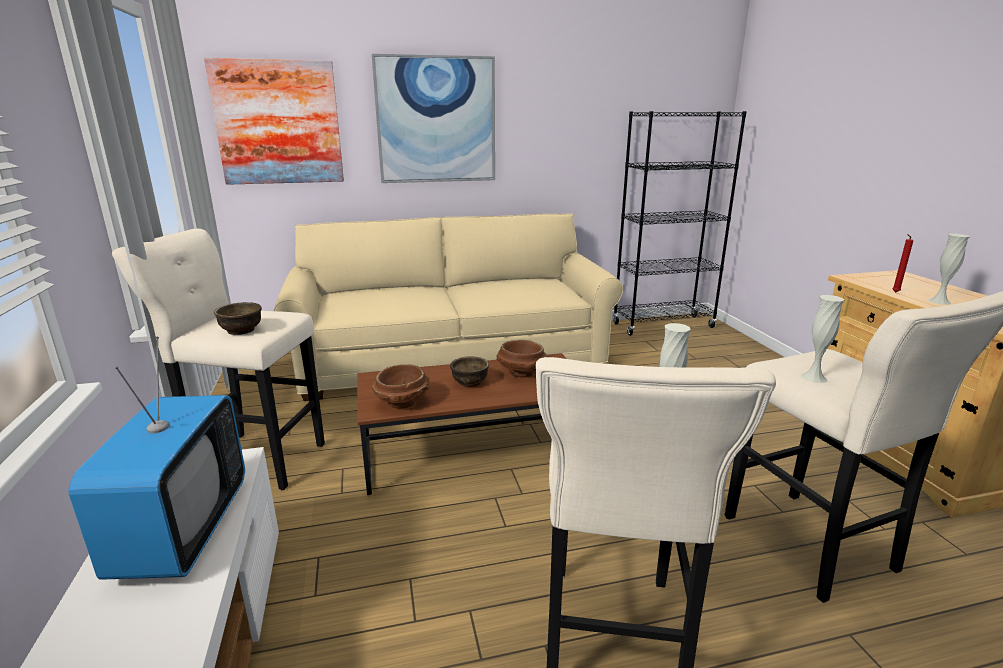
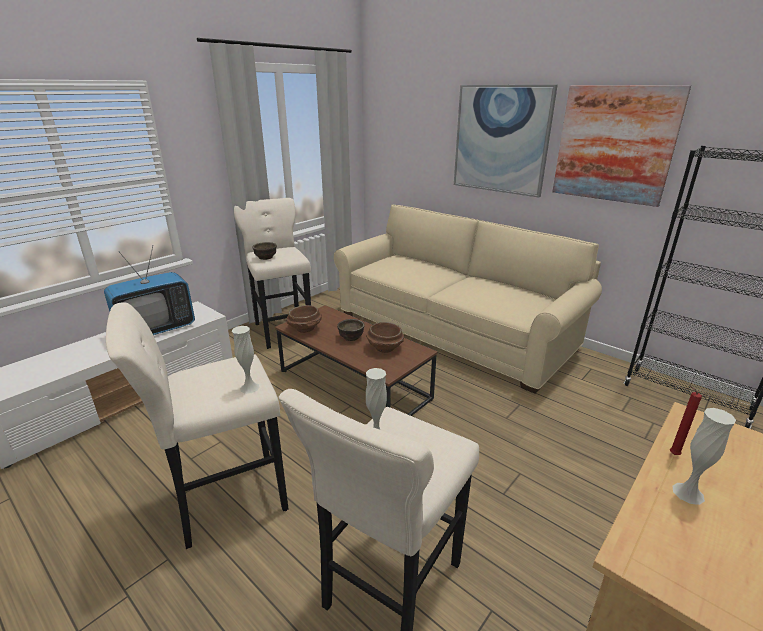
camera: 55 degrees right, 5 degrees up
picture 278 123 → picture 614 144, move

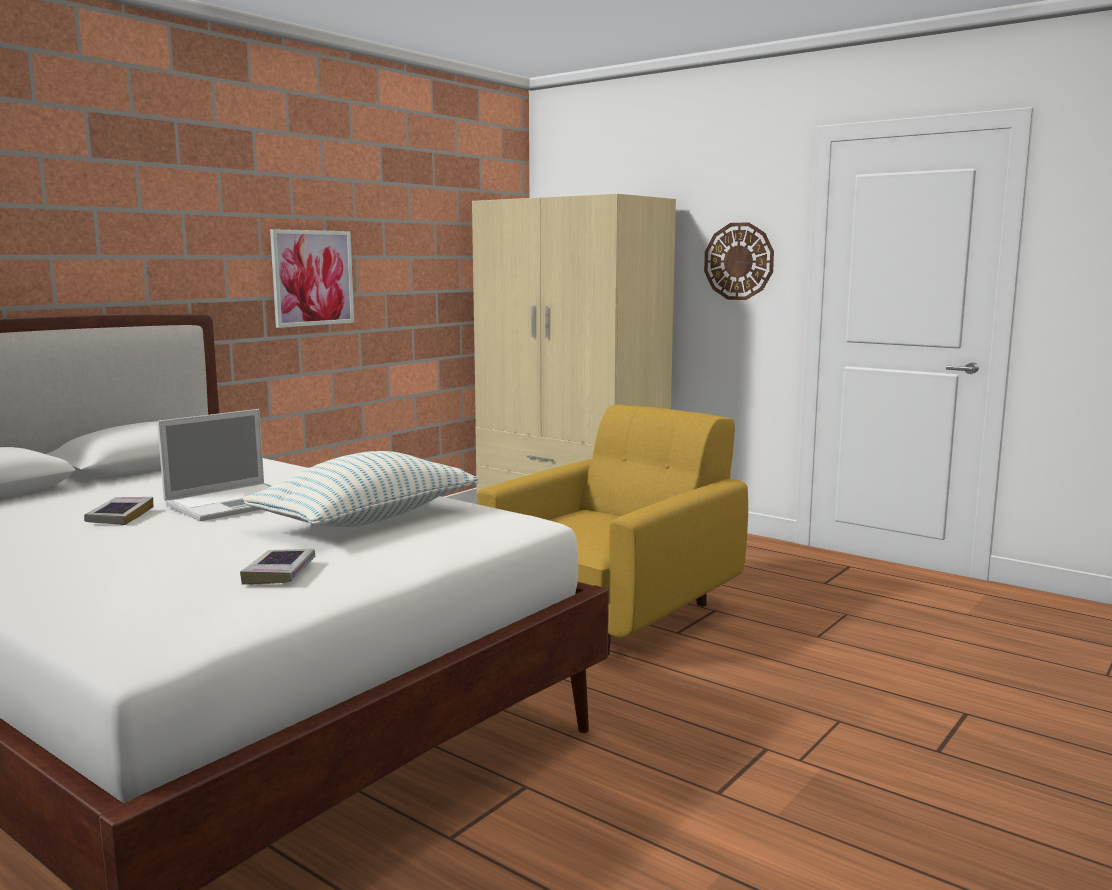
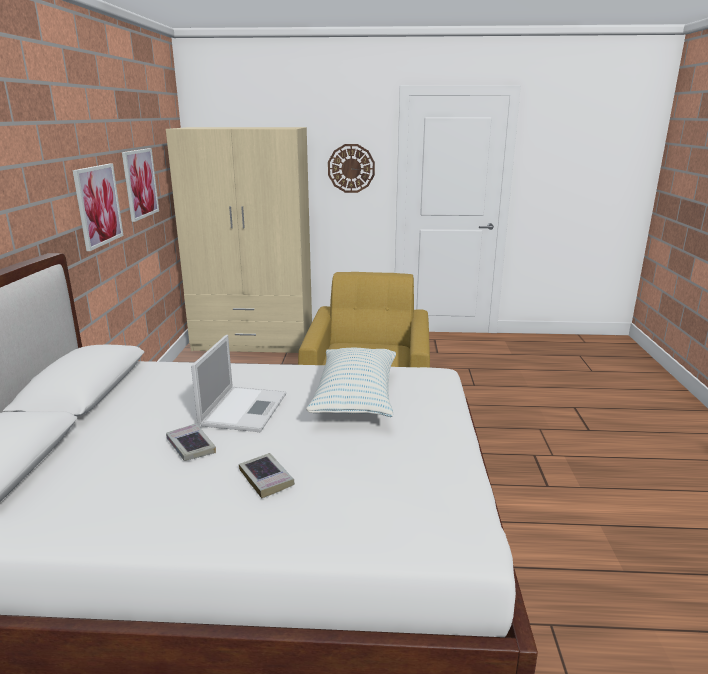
camera: 35 degrees left, 10 degrees up
- → picture 140 183
book 280 573 → book 266 479, move

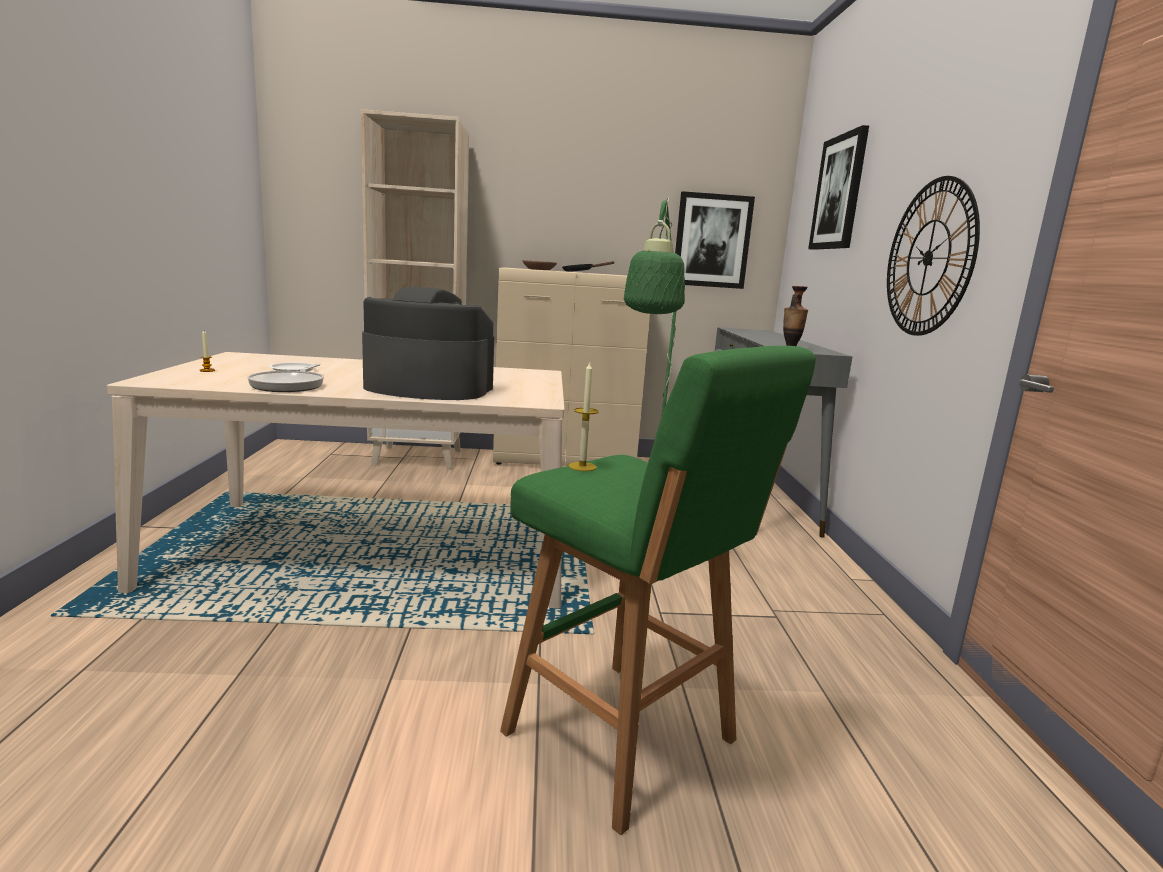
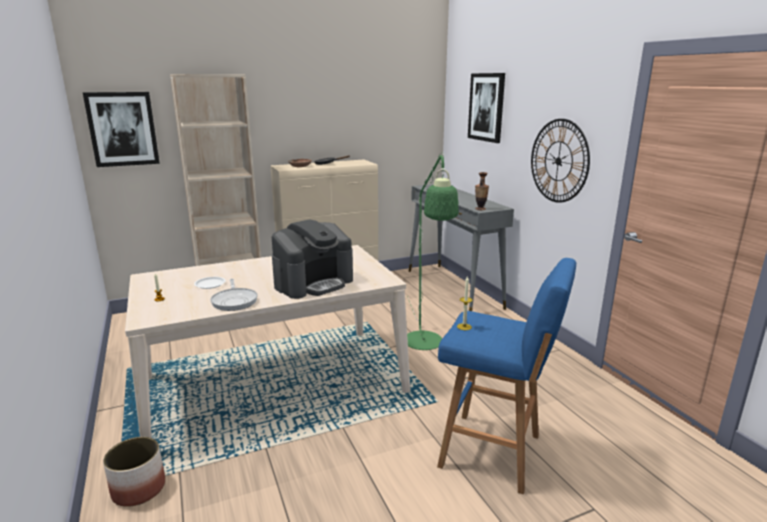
camera: 20 degrees left, 5 degrees up
picture 712 241 → picture 123 129, move
- → planter 139 488
coffee machine 427 388 → coffee machine 314 283, 150 degrees clockwise
green stool 625 741 → blue stool 494 452

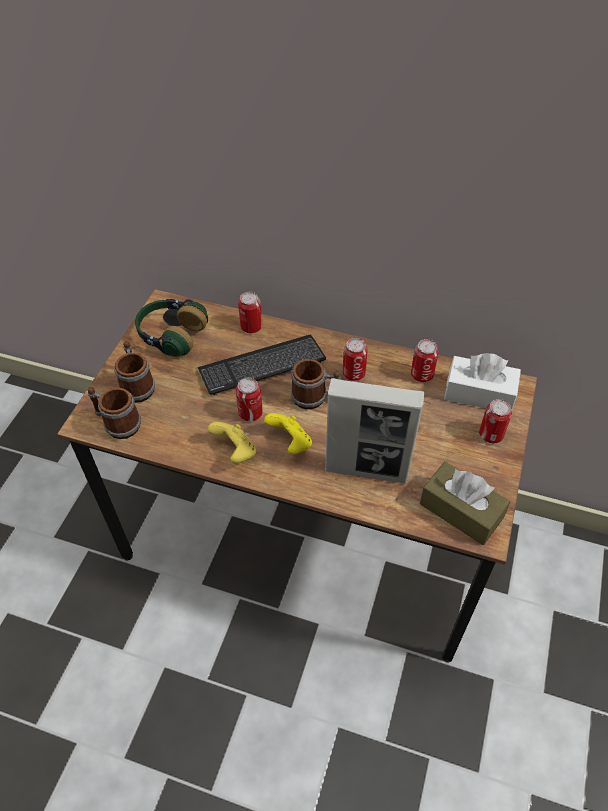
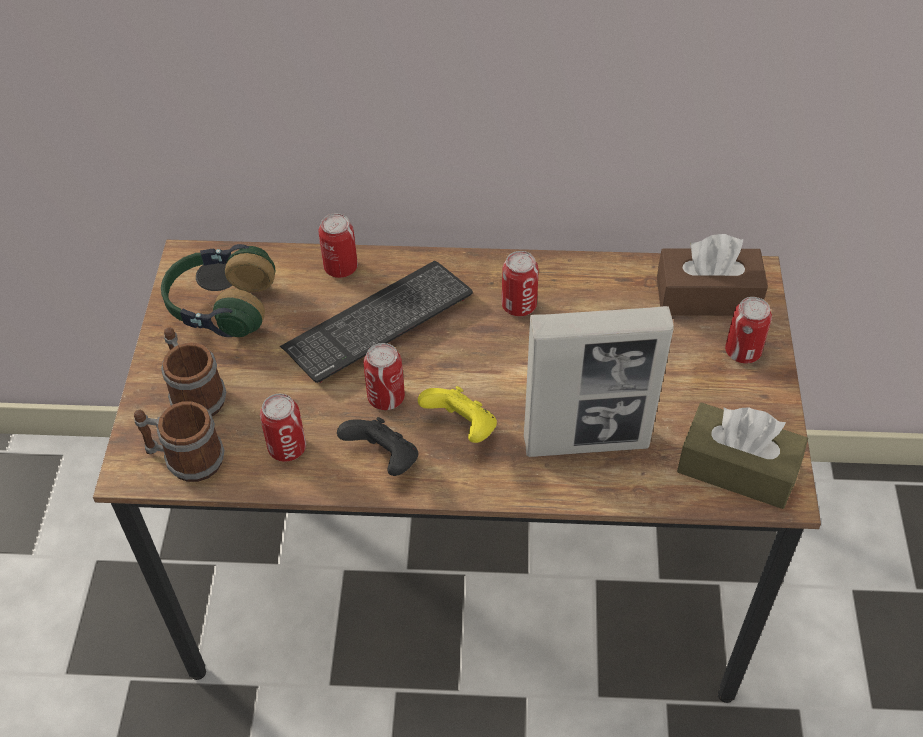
camera: 15 degrees left, 0 degrees up
can 422 375 → can 287 448, move
yellow game controller 235 451 → black game controller 383 459
white tissue box 479 393 → brown tissue box 707 296
mug 315 398 → -

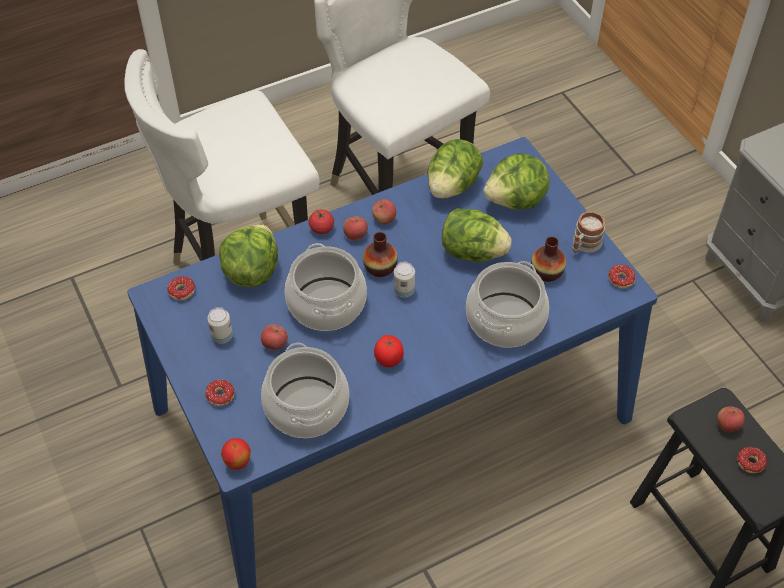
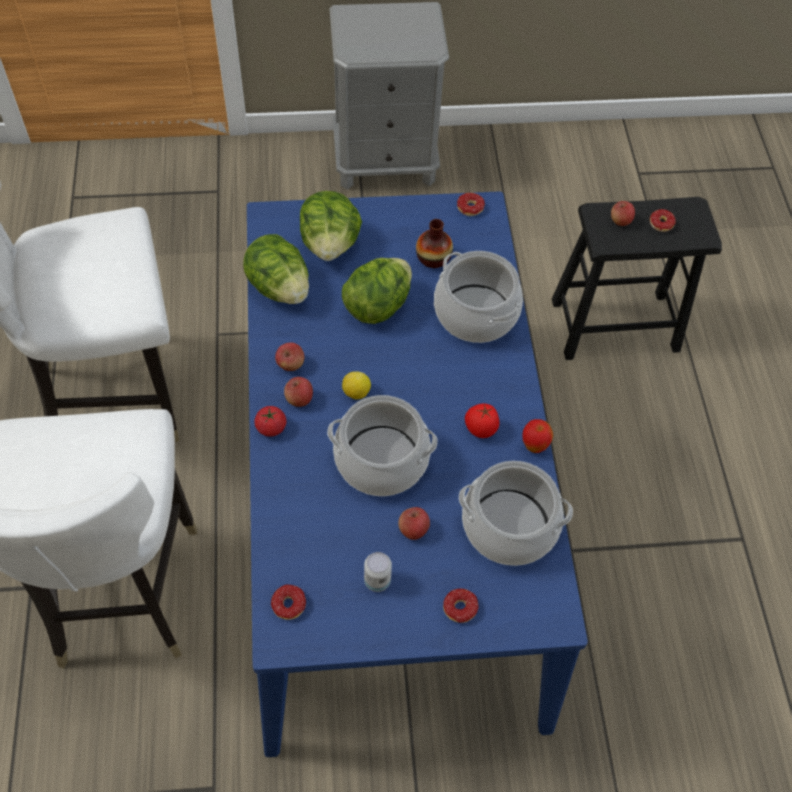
camera: 70 degrees left, 5 degrees up
vase 380 267 → lemon 356 392
apple 238 463 → apple 534 446, move
lettuce 251 271 → -
can 404 291 → -
mug 584 244 → -

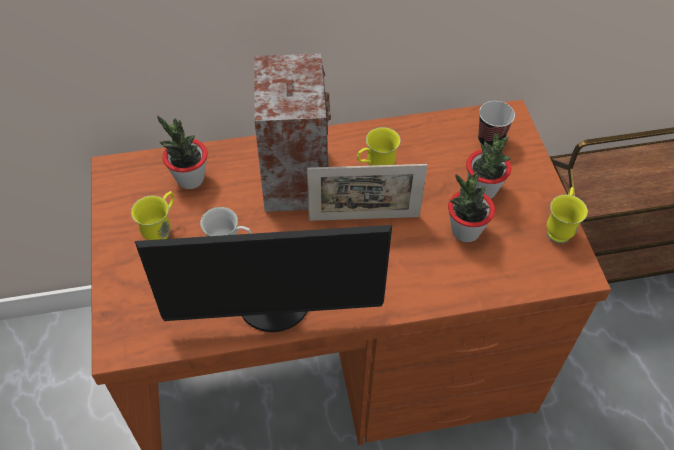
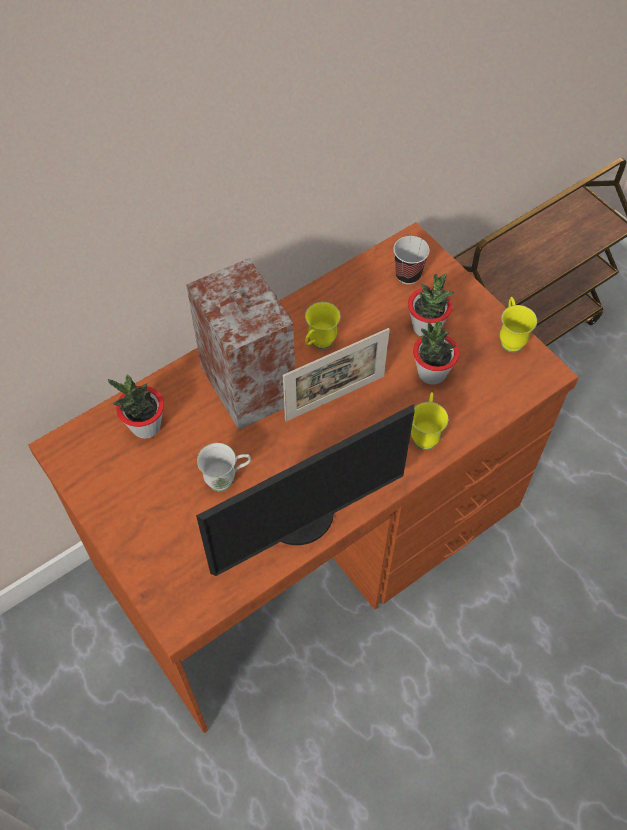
camera: 25 degrees left, 5 degrees up
yellow mug 162 230 → yellow mug 425 433, move

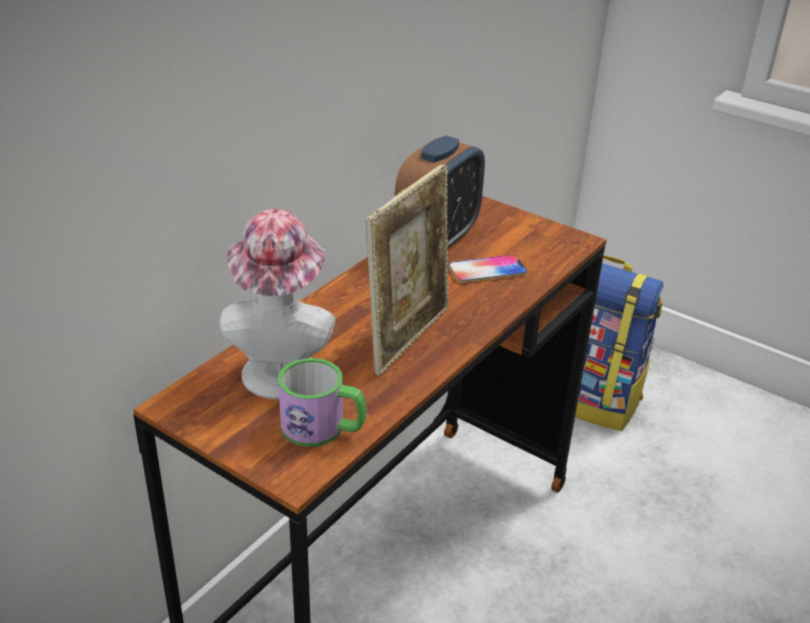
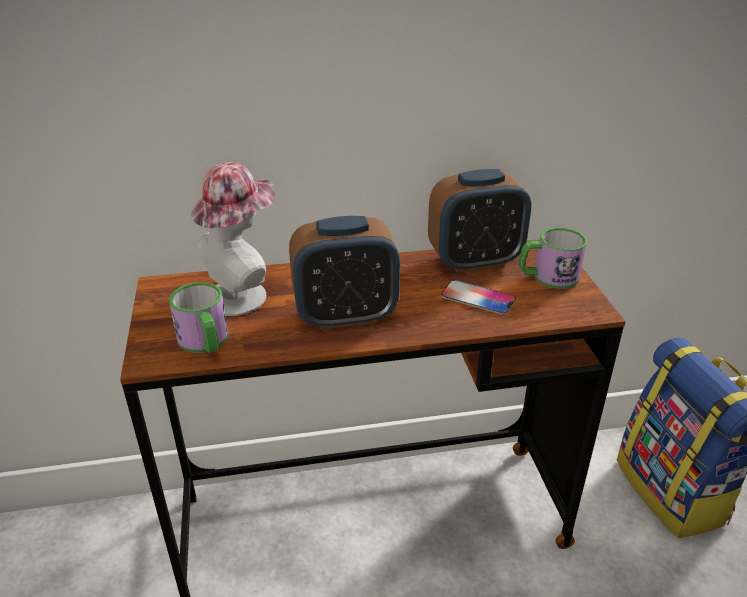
camera: 45 degrees right, 0 degrees up
picture frame 408 337 → alarm clock 345 316
- → mug 547 277

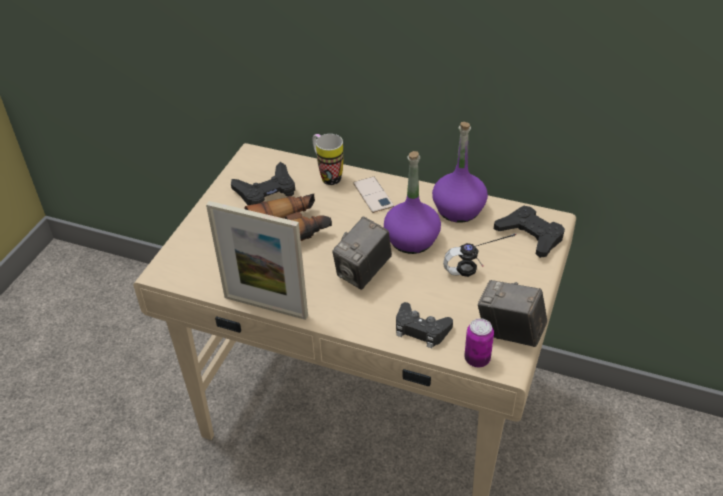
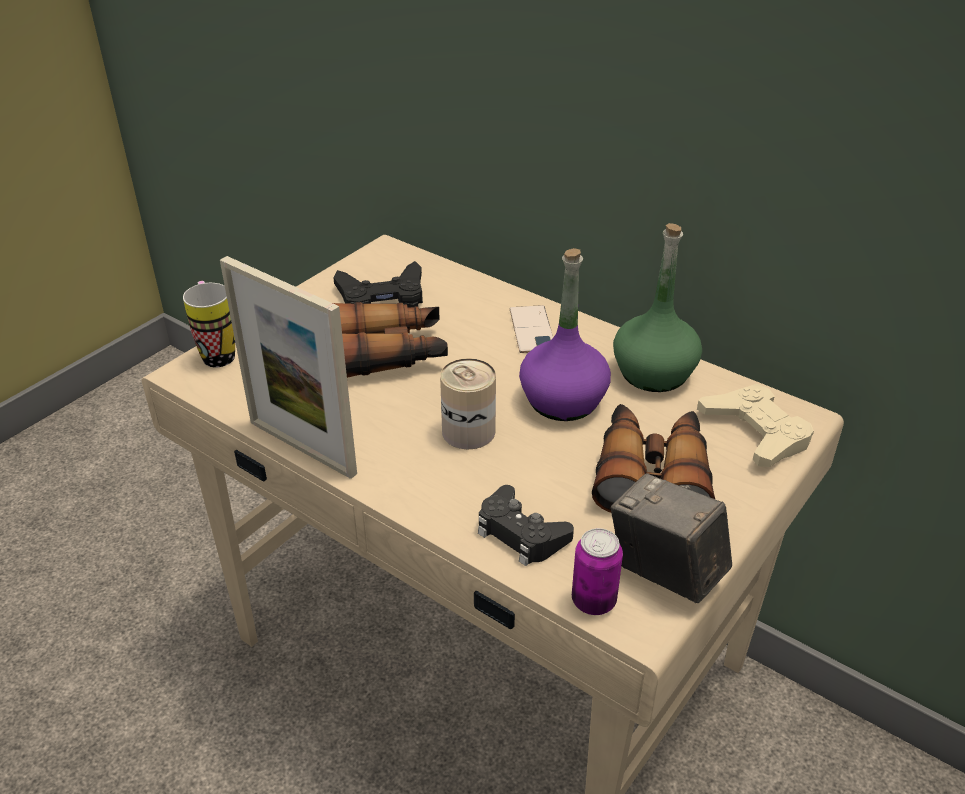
camera: 15 degrees right, 5 degrees down
mug 327 176 → mug 217 352, move
photo camera 363 273 → can 468 431
headphones 480 275 → binoculars 651 473
purple bottle 458 209 → green bottle 654 373
black game controller 530 235 → beige game controller 755 432

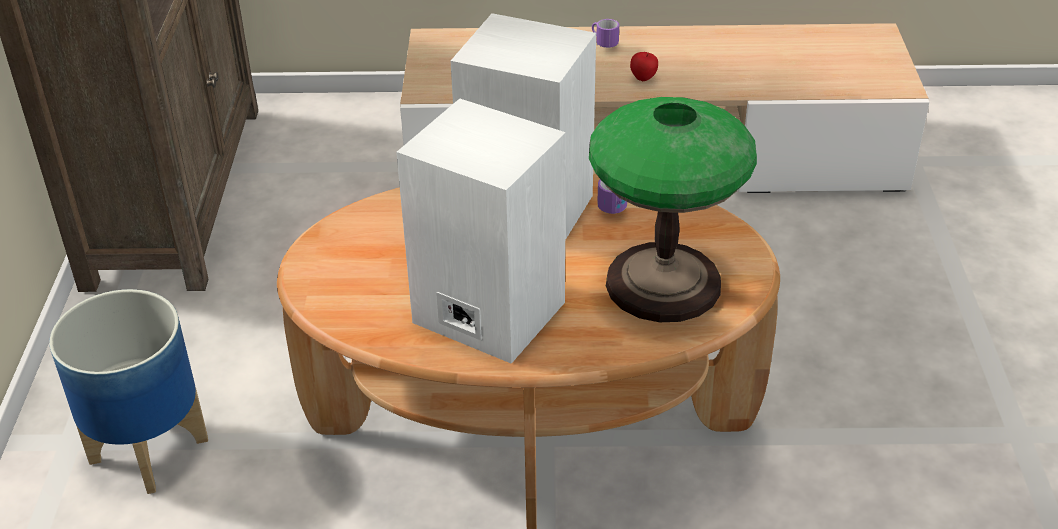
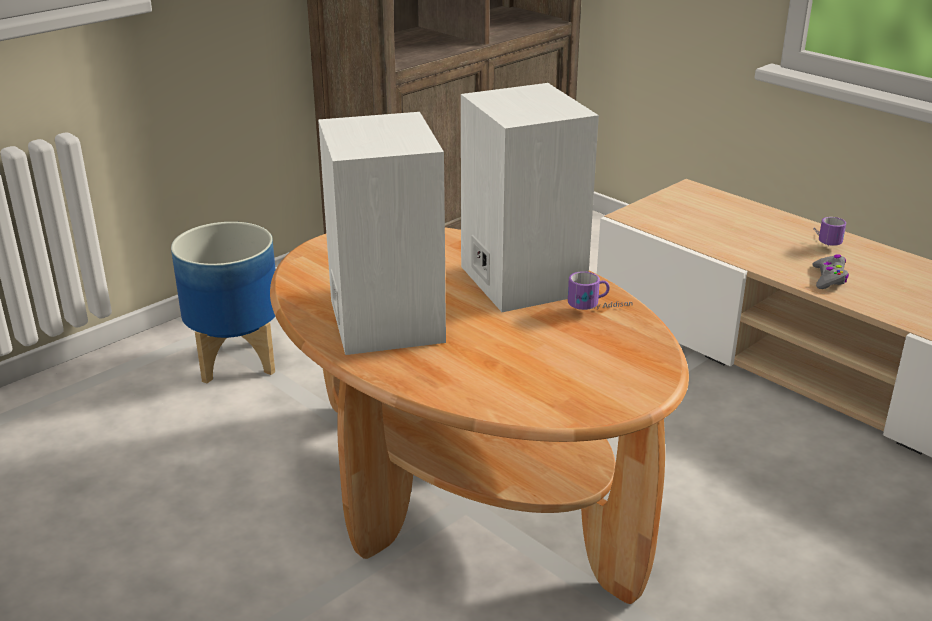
camera: 45 degrees right, 10 degrees down
apple 643 79 → grey game controller 829 278
table lamp 662 283 → -

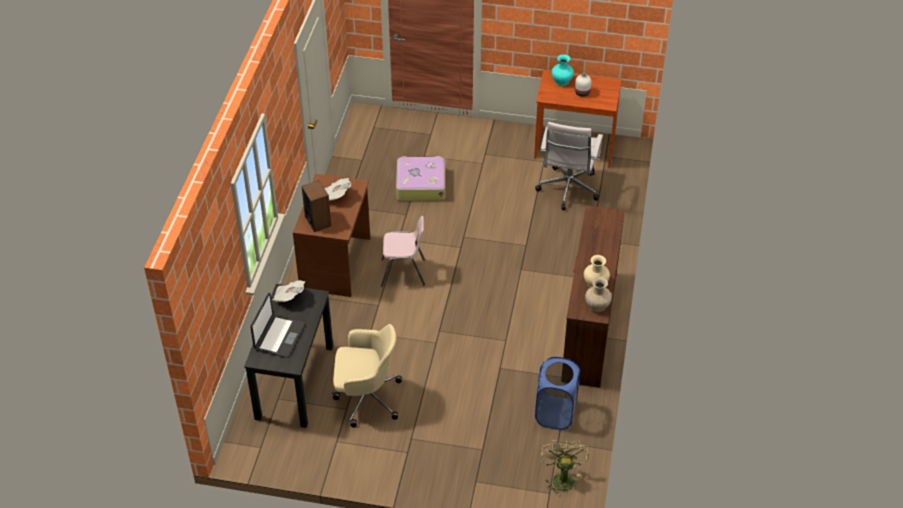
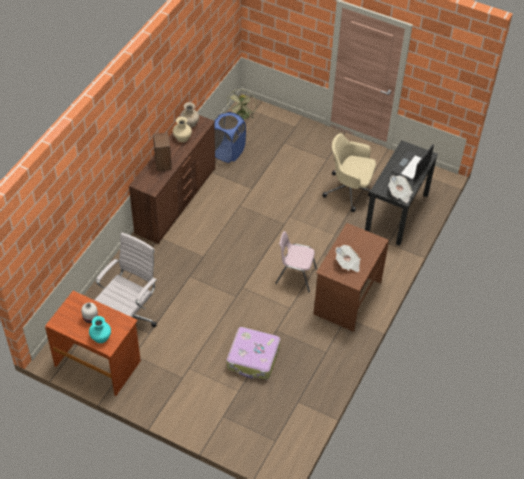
camera: 165 degrees left, 5 degrees up
speaker 318 221 → speaker 163 163, move

